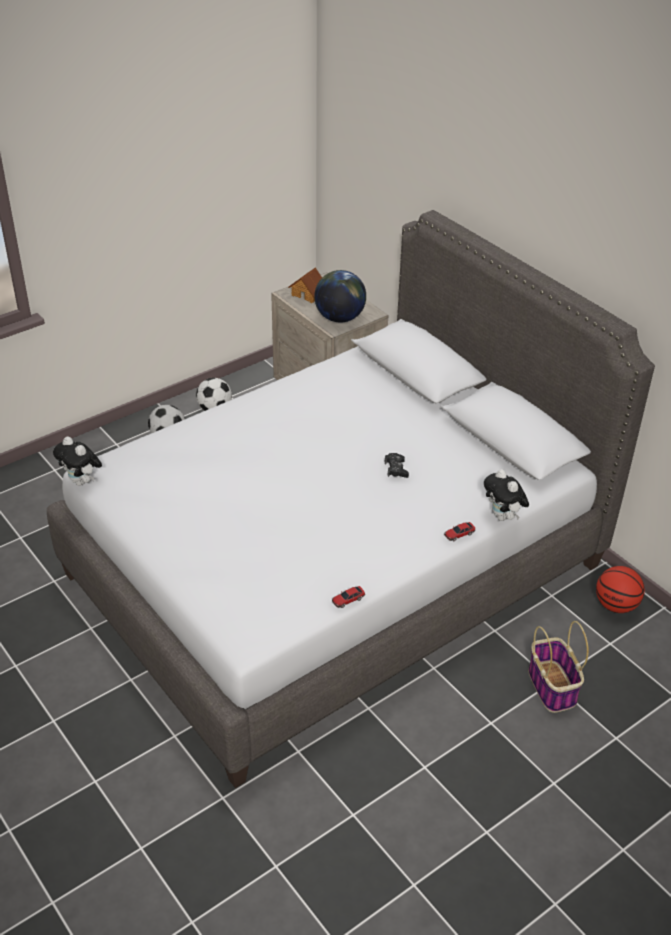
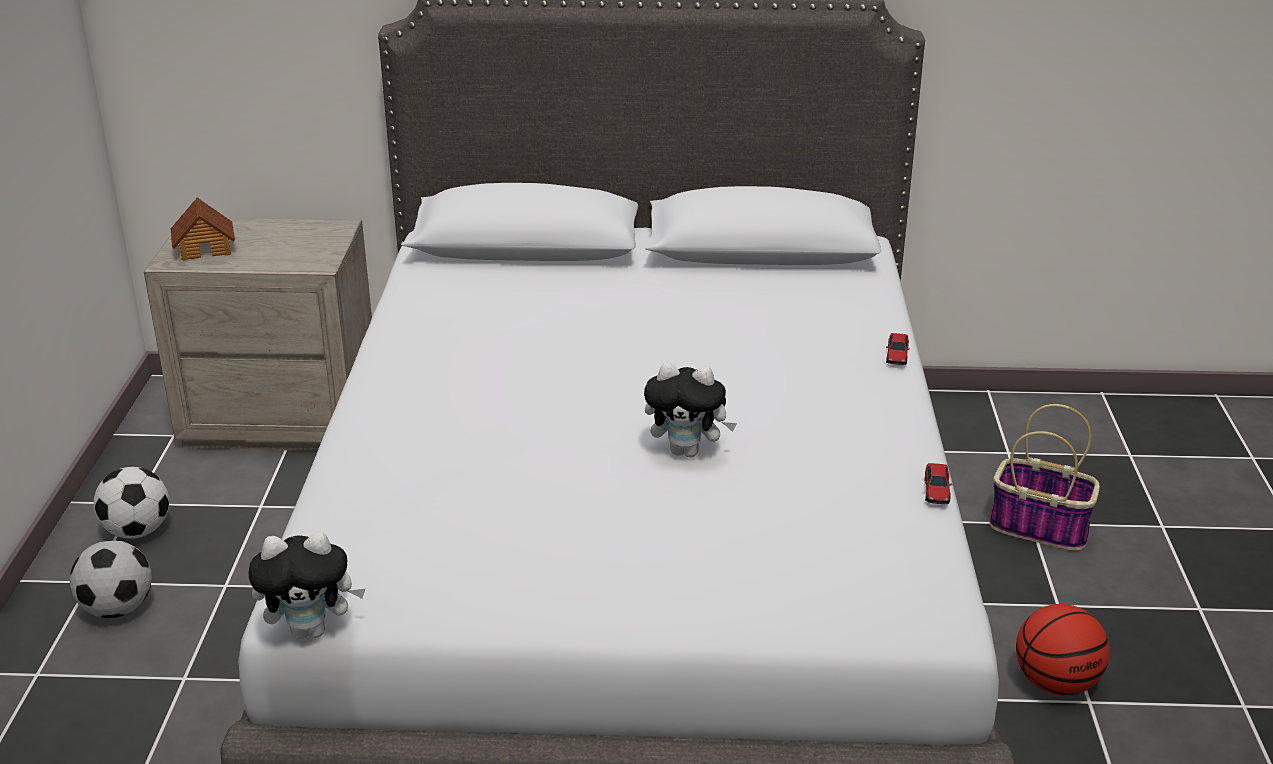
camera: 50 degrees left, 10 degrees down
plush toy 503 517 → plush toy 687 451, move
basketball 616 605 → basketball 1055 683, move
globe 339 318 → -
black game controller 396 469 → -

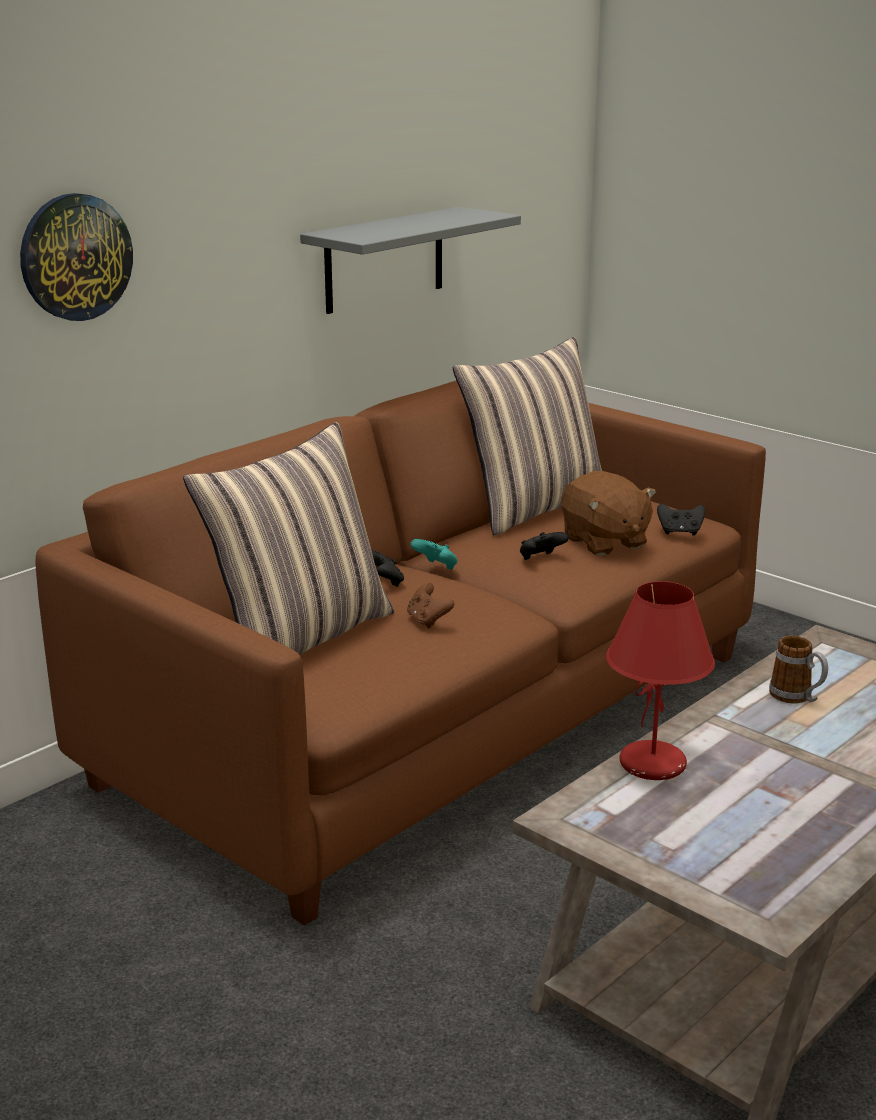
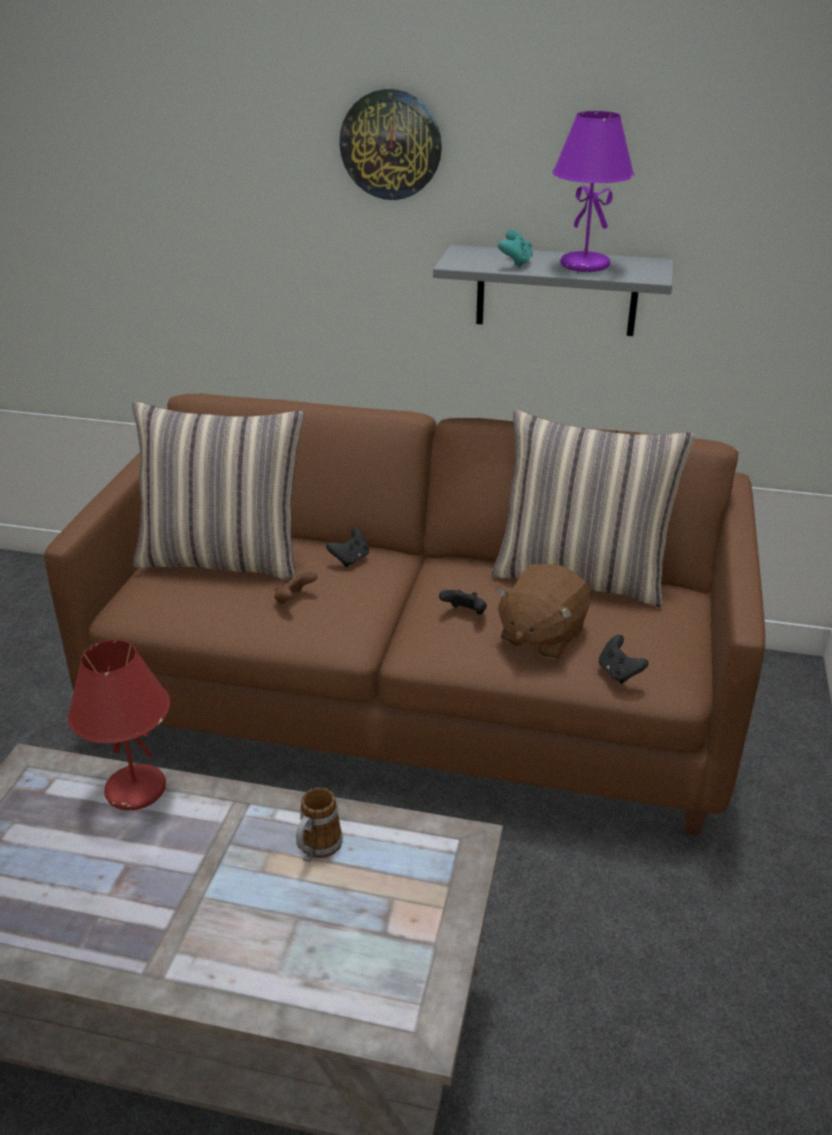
camera: 60 degrees right, 10 degrees up
wall clock 75 257 → wall clock 391 144, move
turquoise game controller 436 568 → turquoise game controller 515 263, move
- → purple table lamp 583 265

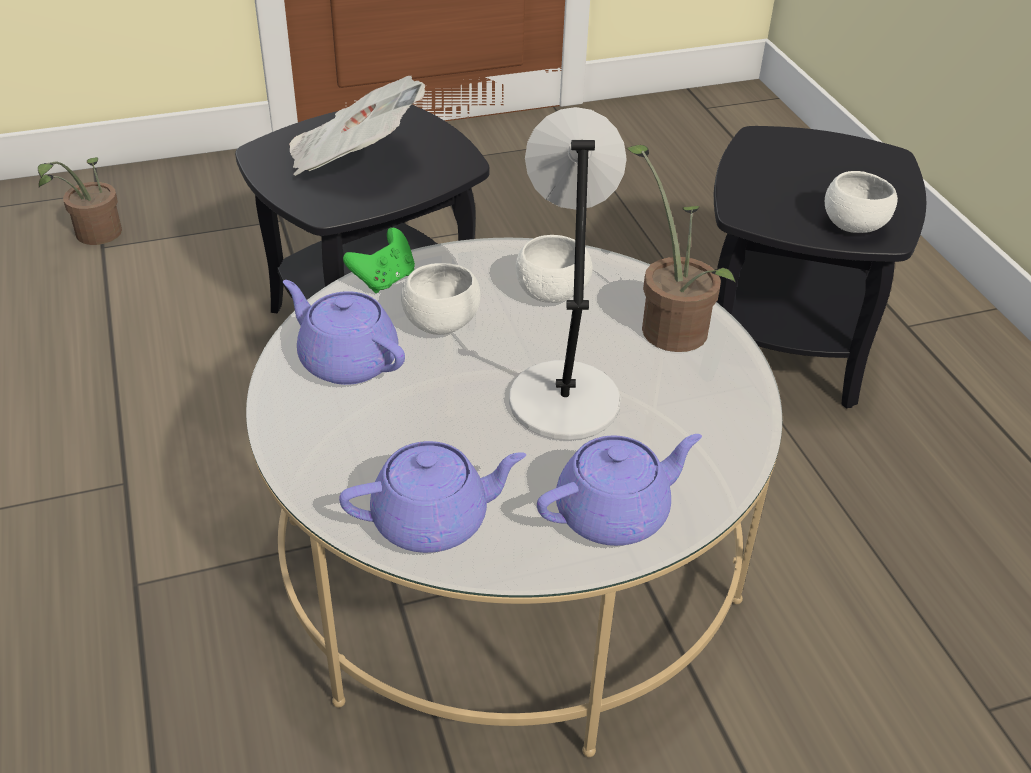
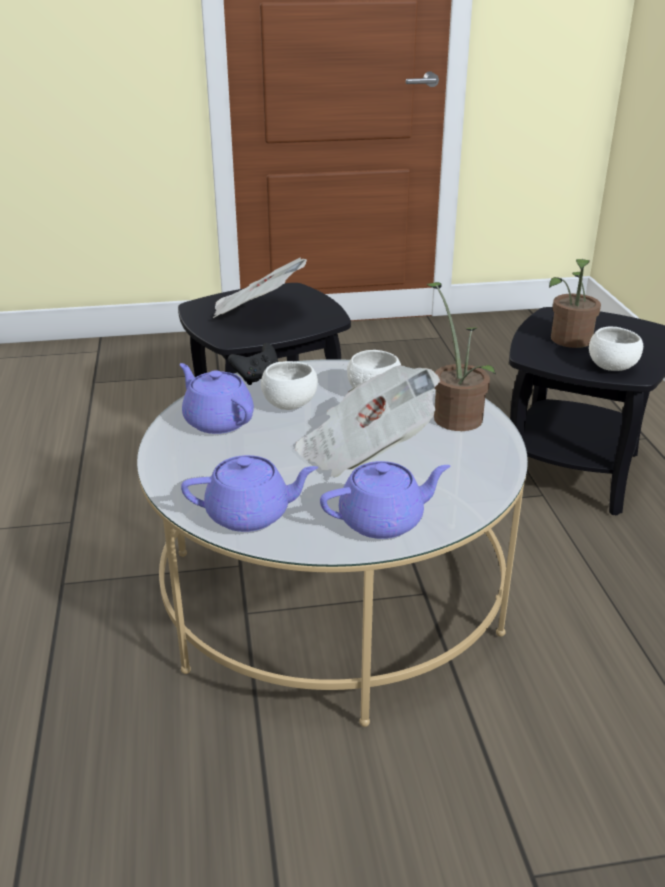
camera: 10 degrees right, 10 degrees down
green game controller 384 280 → black game controller 257 378
grey table lamp 563 397 → newspaper 365 451
potted plant 94 236 → potted plant 569 341, move

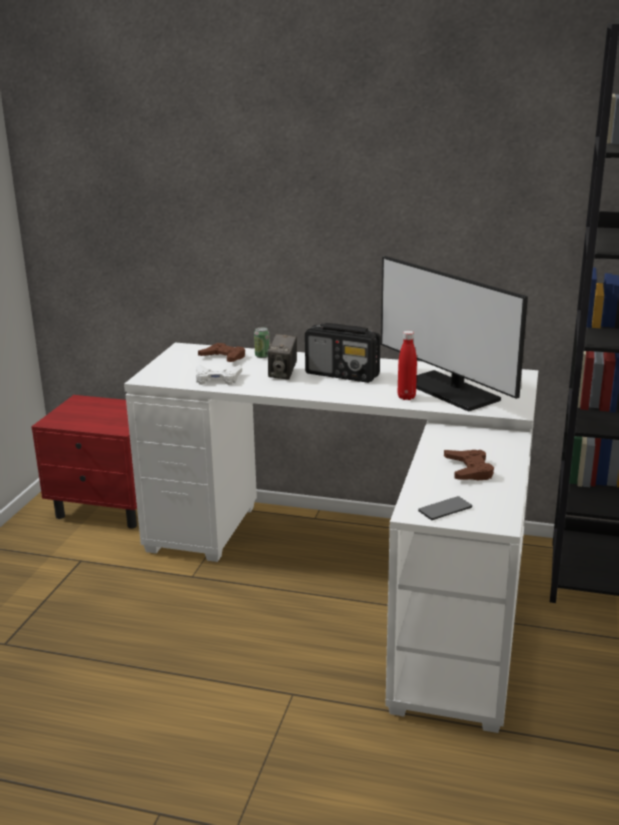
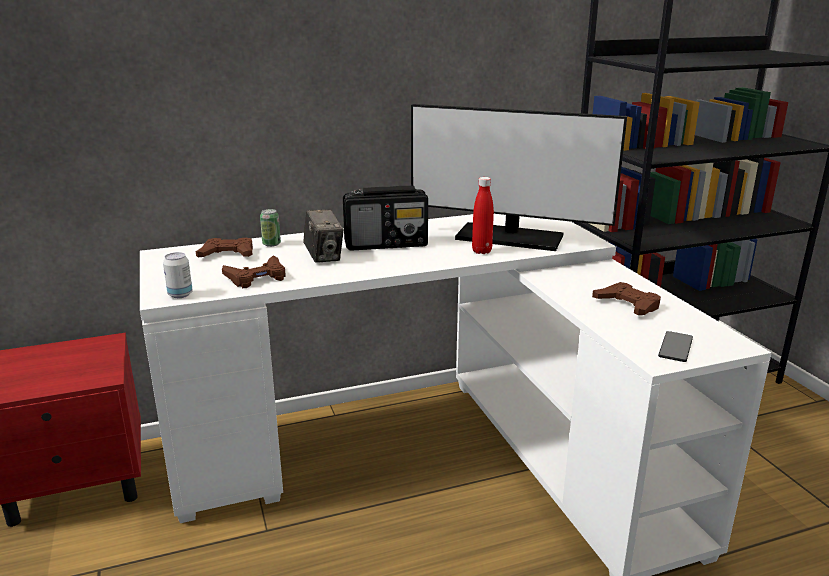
camera: 35 degrees left, 0 degrees up
- → can 180 295
white game controller 217 379 → brown game controller 257 277

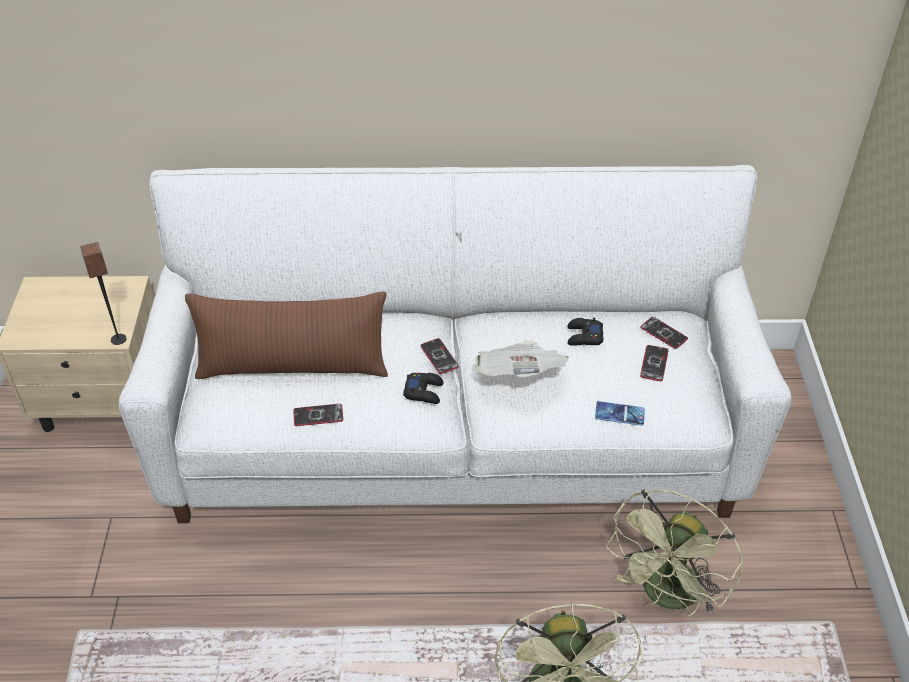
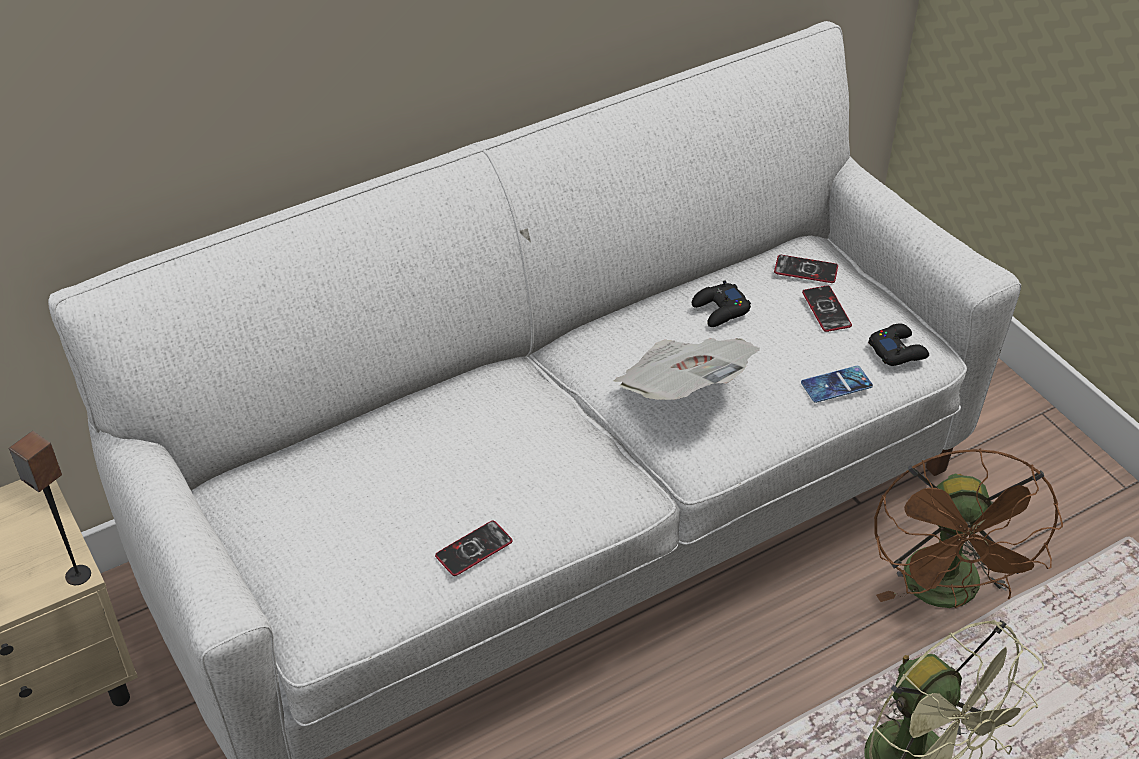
camera: 30 degrees left, 0 degrees up
black game controller 424 391 → black game controller 897 350, move
green fan 667 597 → brown fan 947 594
brown pillow 293 367 → -
phone 439 357 → -

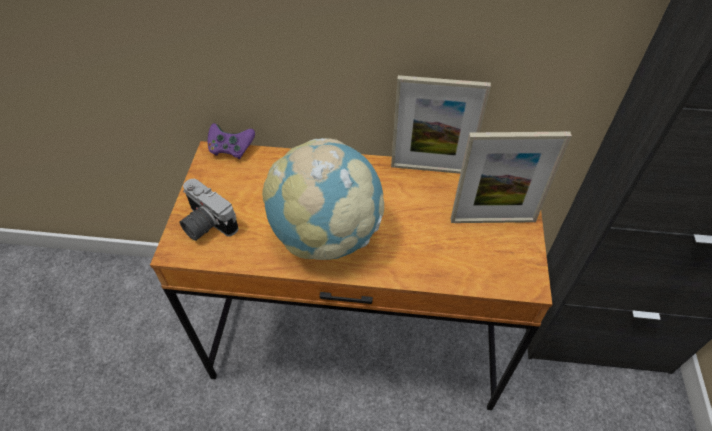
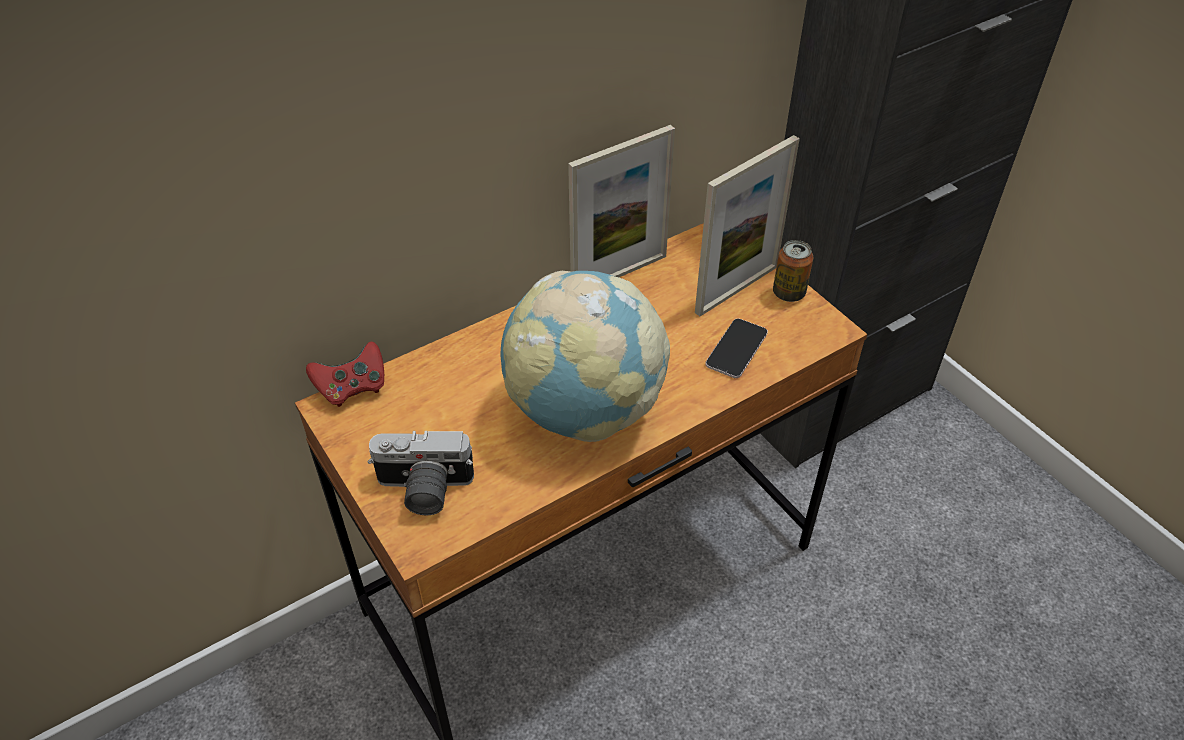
camera: 40 degrees left, 5 degrees down
purple game controller 231 149 → red game controller 352 388
- → phone 736 349
- → can 788 293

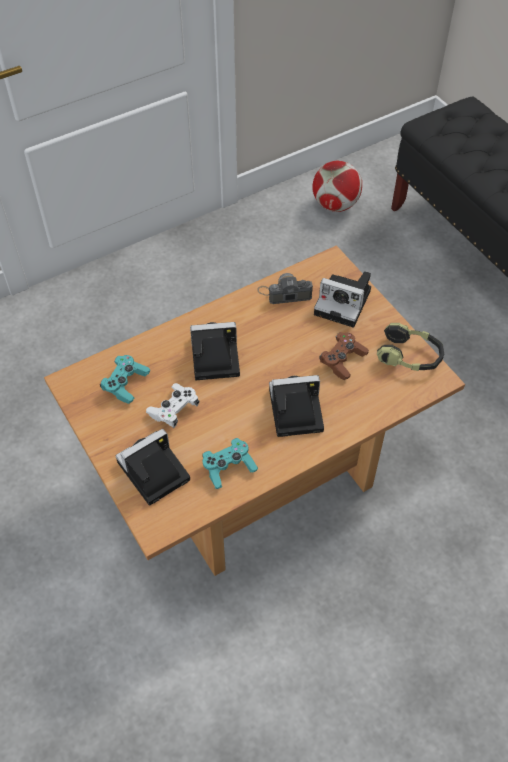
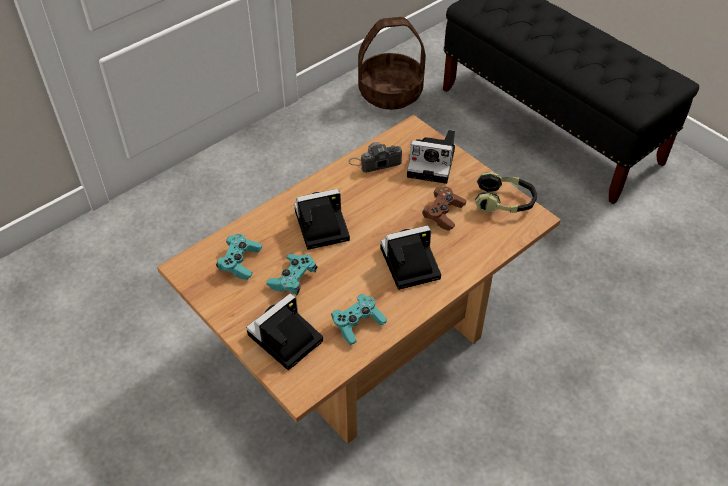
camera: 10 degrees left, 5 degrees down
white game controller 174 410 → turquoise game controller 293 279
football 335 205 → basket 390 92

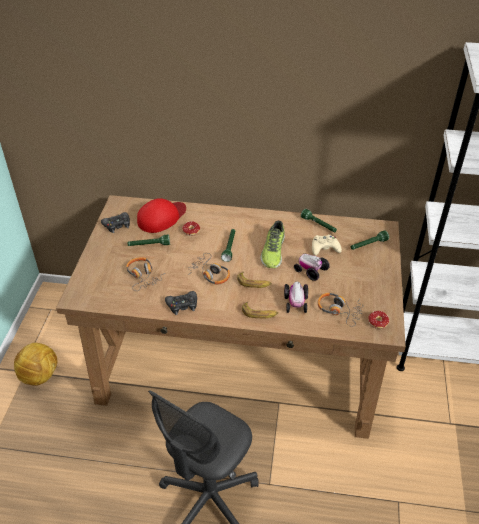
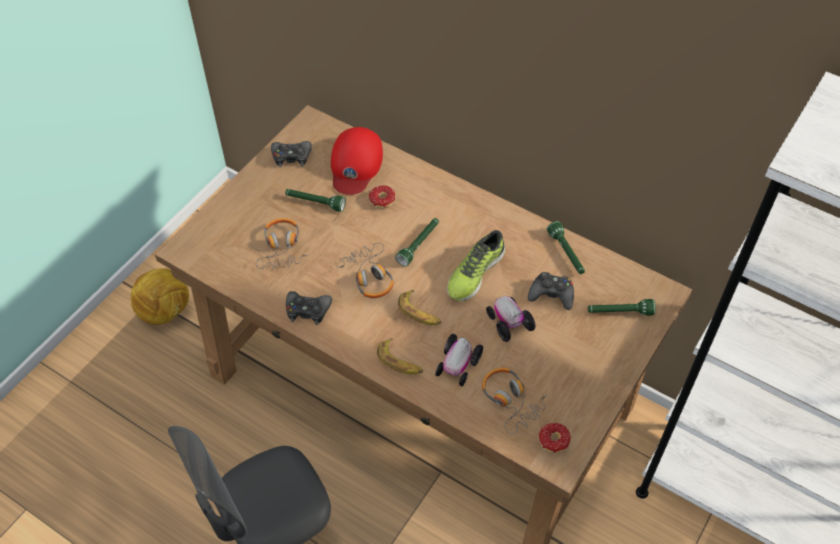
camera: 25 degrees right, 10 degrees up
red cap 162 217 → red cap 355 164, 120 degrees clockwise
beige game controller 324 248 → black game controller 551 294

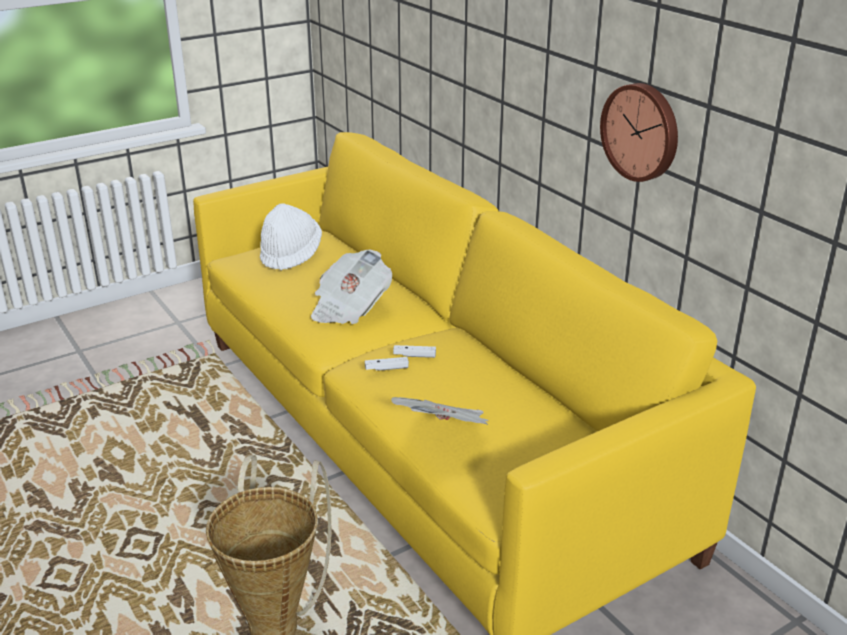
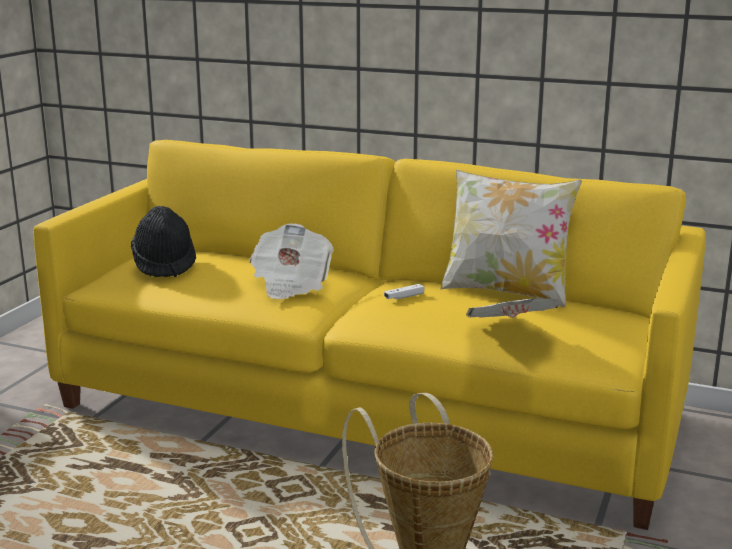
camera: 35 degrees left, 10 degrees down
white hat 290 255 → black hat 164 265
- → pillow 506 291
white game controller 386 368 → -
wall clock 642 131 → -

